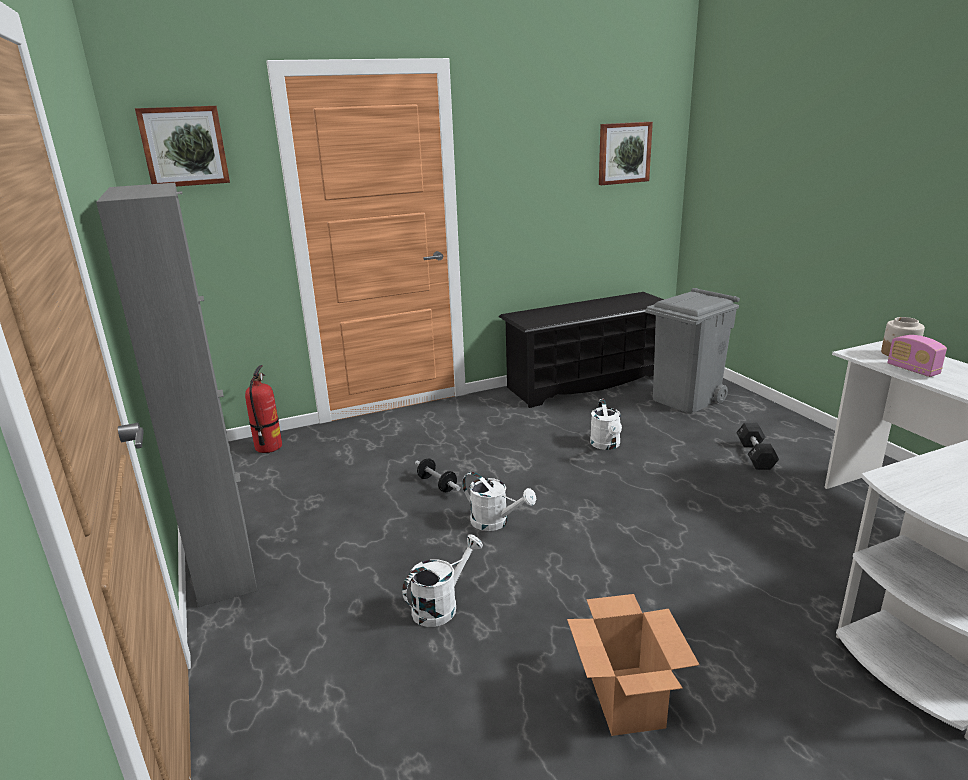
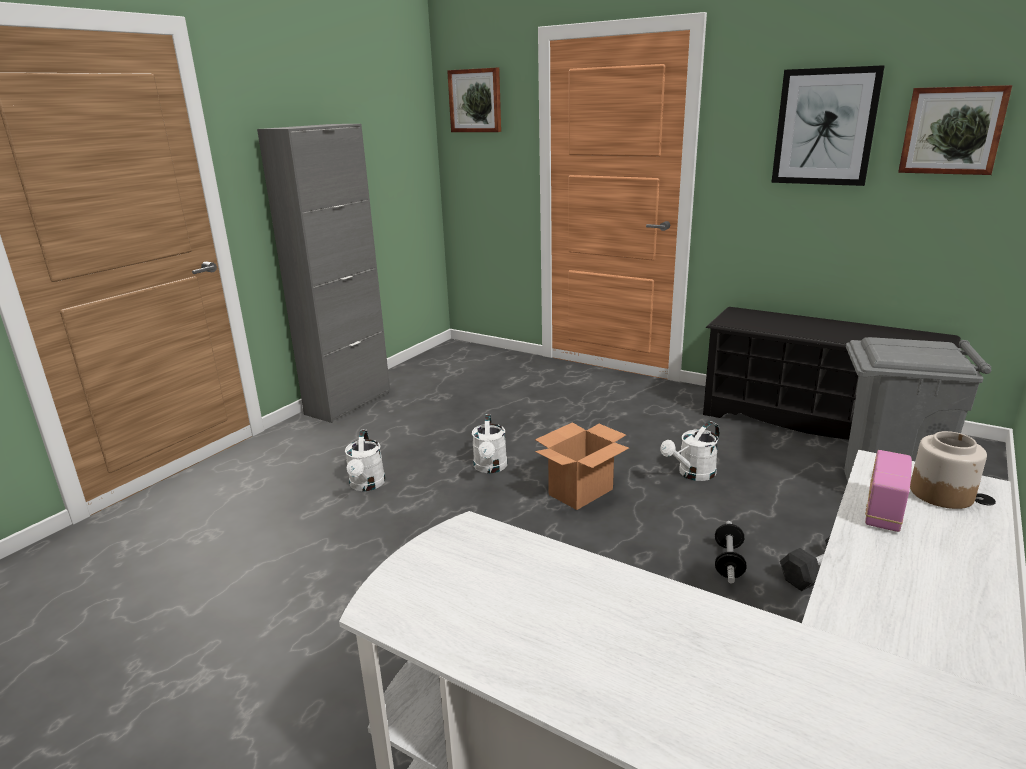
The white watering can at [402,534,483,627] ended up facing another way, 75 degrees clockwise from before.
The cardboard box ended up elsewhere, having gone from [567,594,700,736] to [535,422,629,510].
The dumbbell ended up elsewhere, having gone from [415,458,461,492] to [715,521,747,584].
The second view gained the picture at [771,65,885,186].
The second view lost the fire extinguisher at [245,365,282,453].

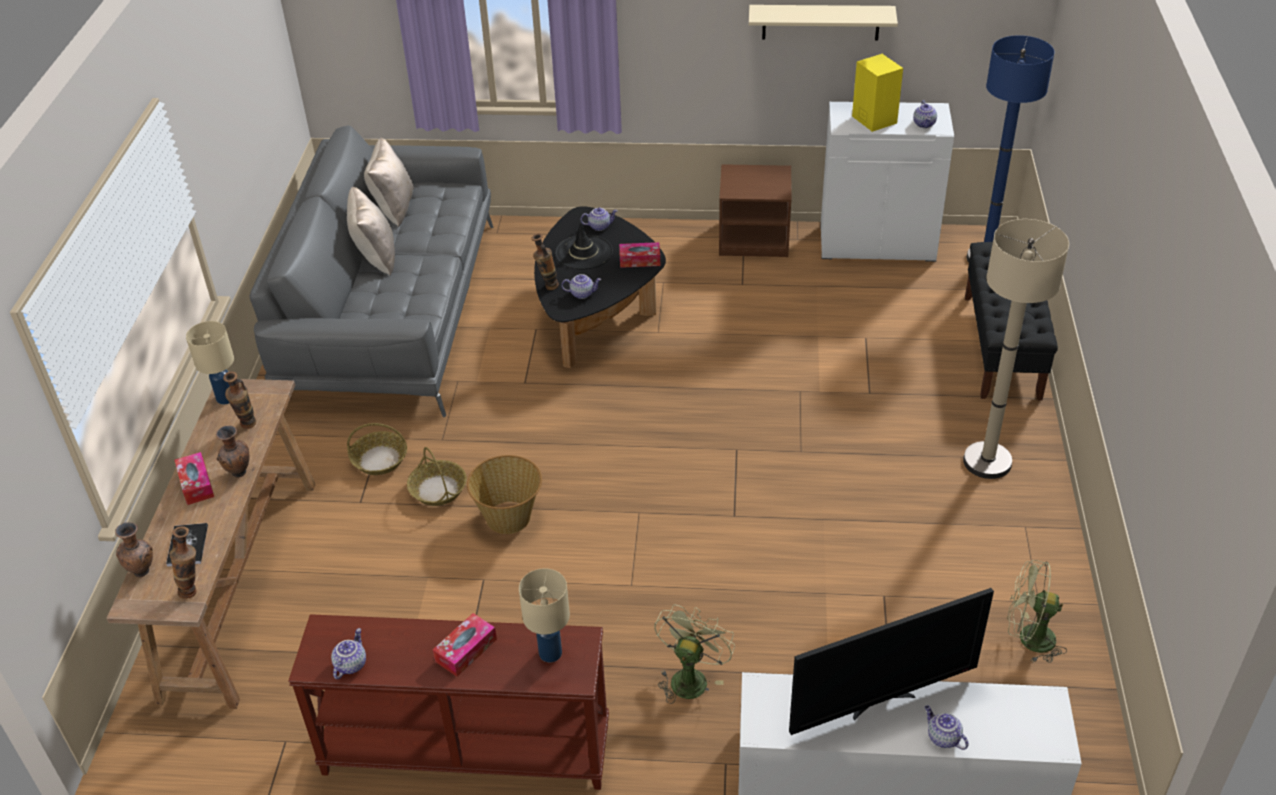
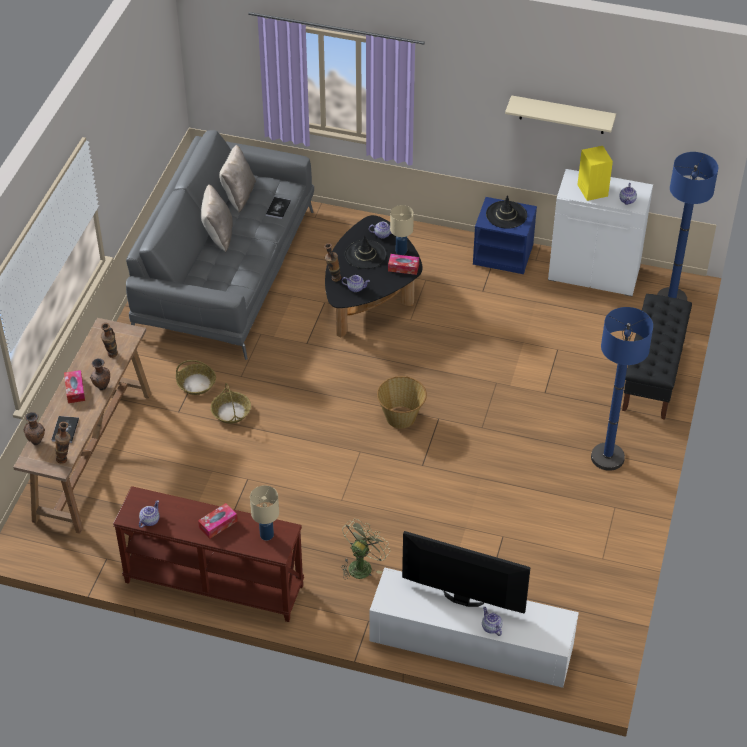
The second view gained the book at [266,197,291,219].
The basket ended up elsewhere, having gone from [467,455,542,534] to [377,376,427,429].
The beige table lamp ended up elsewhere, having gone from [186,321,234,404] to [390,205,414,255].
The television at [789,588,994,735] ended up facing another way, 150 degrees counterclockwise from before.
What was the brown nightstand at [719,164,792,257] turned into the blue nightstand at [473,197,537,274].
The second view gained the black hat at [486,195,527,229].
What was the beige floor lamp at [963,219,1069,479] turned into the blue floor lamp at [591,307,653,471].
The second view lost the green fan at [1007,560,1067,663].

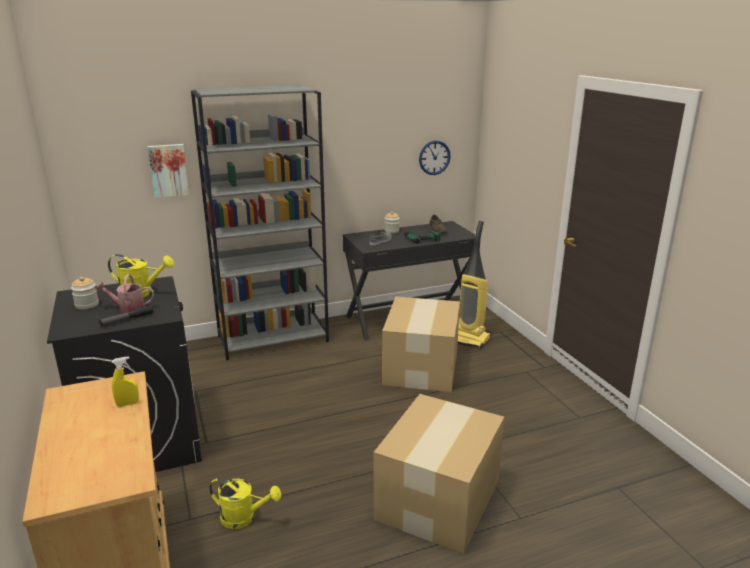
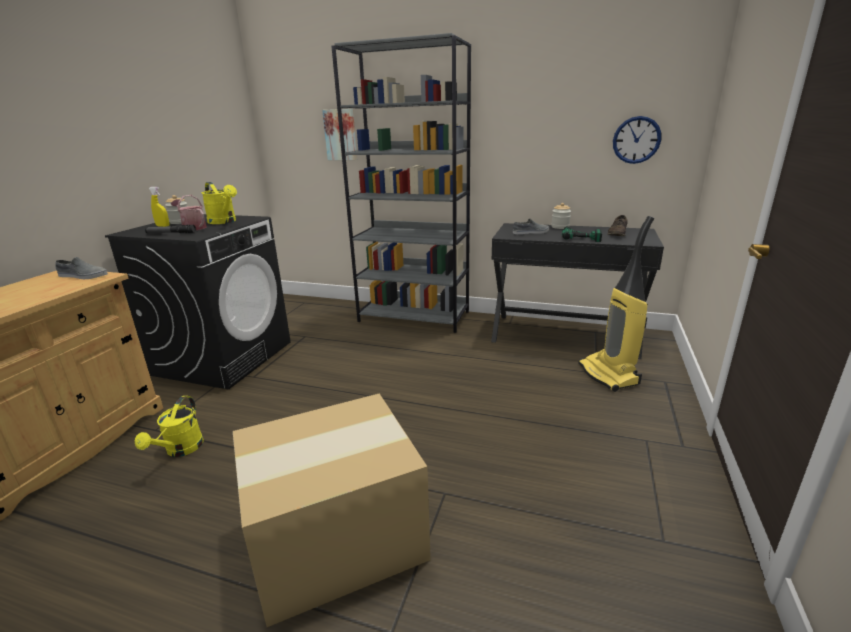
The second view gained the grey shoe at [55,257,108,279].
The yellow watering can at [209,478,281,529] ended up facing another way, 45 degrees clockwise from before.
The yellow spray bottle ended up elsewhere, having gone from [112,357,139,407] to [149,187,169,227].
The second view lost the cardboard box at [382,297,460,392].

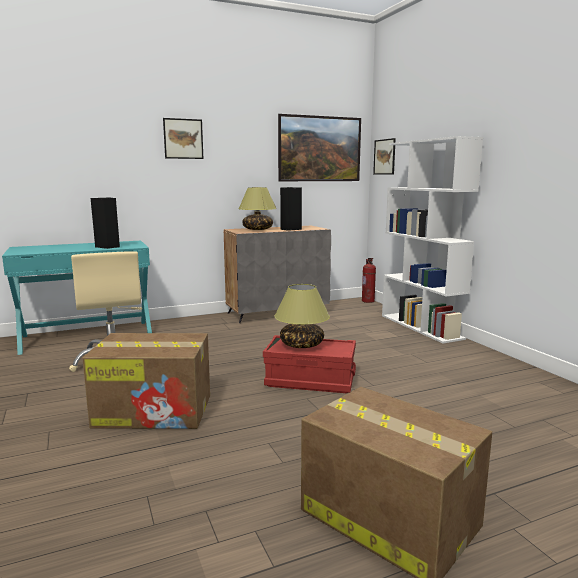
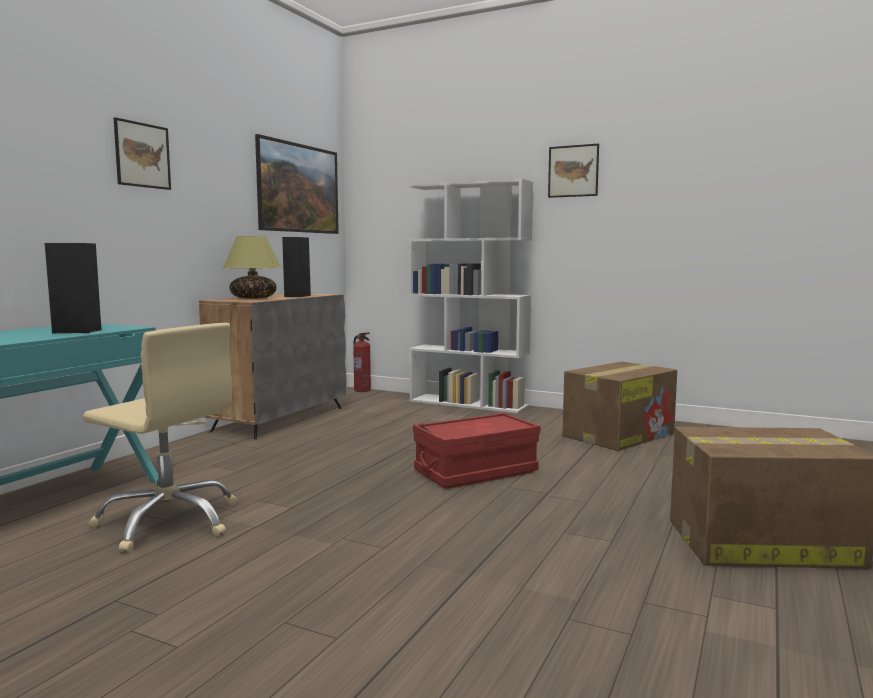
The picture ended up elsewhere, having gone from [373,138,396,175] to [548,143,599,198].
The cardboard box ended up elsewhere, having gone from [82,333,210,429] to [562,362,677,451].
The second view lost the table lamp at [274,284,330,348].

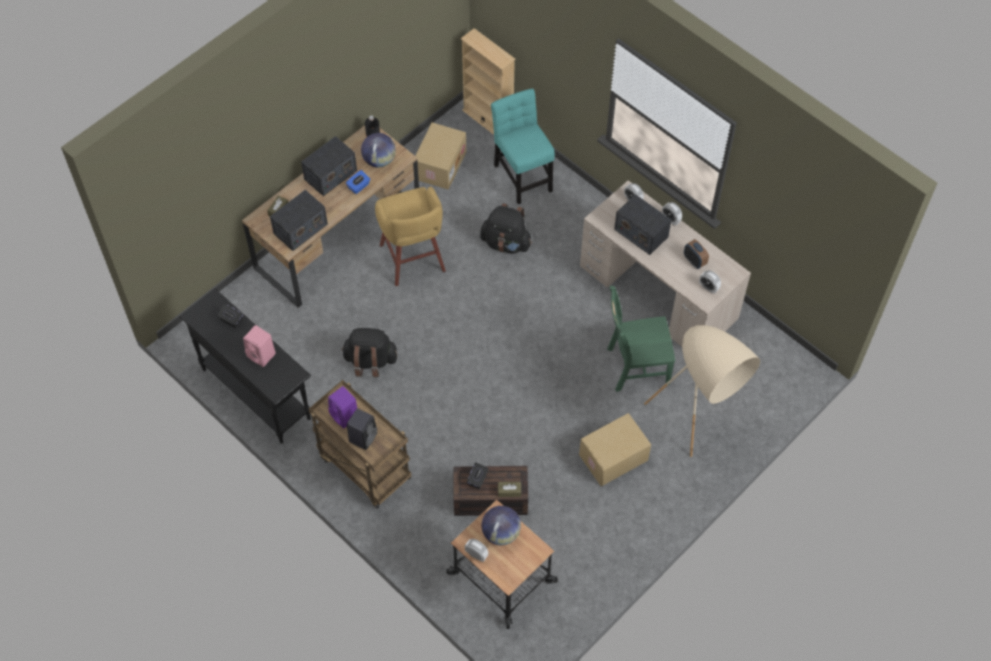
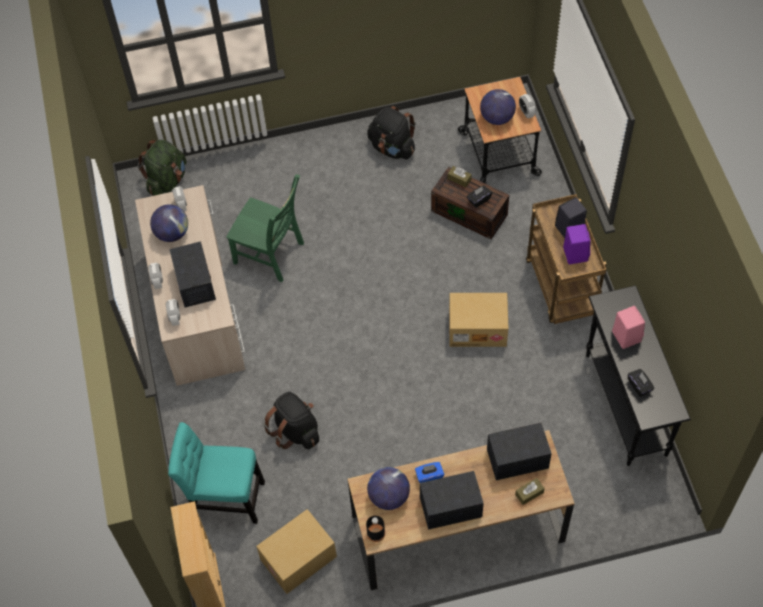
The second view gained the green backpack at [138,140,186,196].
Where the alarm clock stood at [684,239,709,269], the globe came to stand at [150,204,188,242].
The turquoise chair at [491,88,555,204] ended up facing another way, 90 degrees clockwise from before.
The black backpack ended up elsewhere, having gone from [341,328,397,377] to [368,106,416,159].
The cardboard box ended up elsewhere, having gone from [579,413,651,486] to [449,293,509,347].
The second view lost the yellow stool at [375,186,446,286].
The second view lost the beige floor lamp at [644,325,760,457].

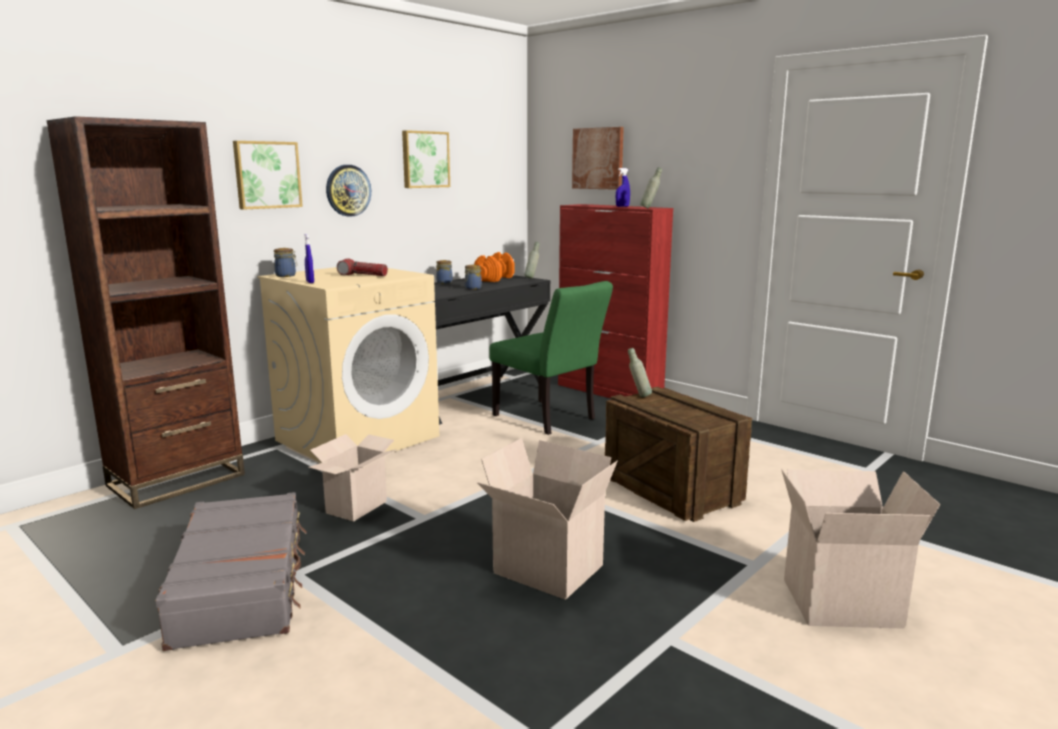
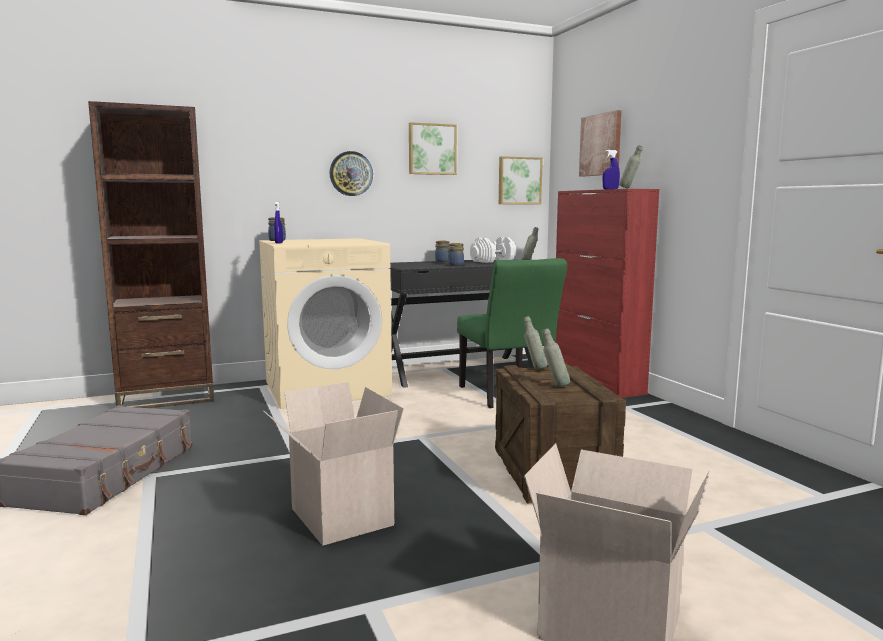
What was the orange dumbbell at [474,252,515,282] turned into the white dumbbell at [470,237,516,263].
The picture ended up elsewhere, having gone from [233,141,303,210] to [499,156,543,204].
The second view gained the grey bottle at [542,328,570,387].
The second view lost the cardboard box at [308,434,397,522].
The second view lost the flashlight at [337,258,388,276].

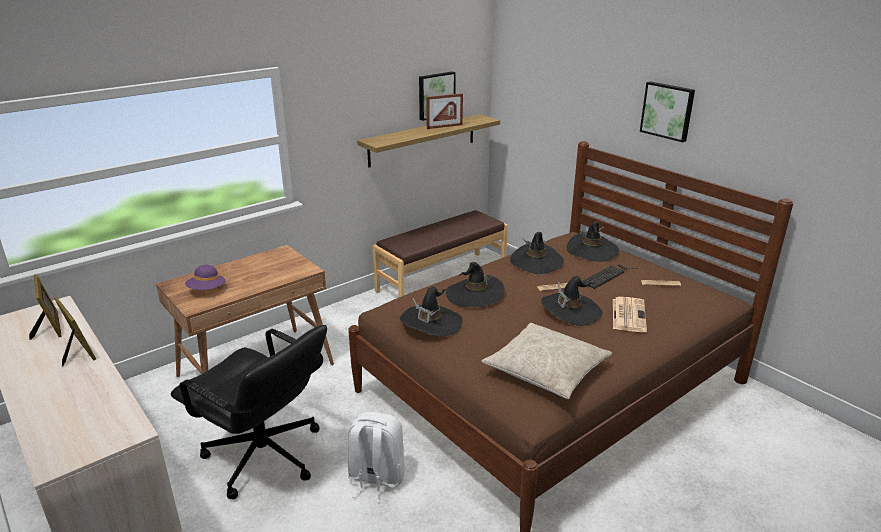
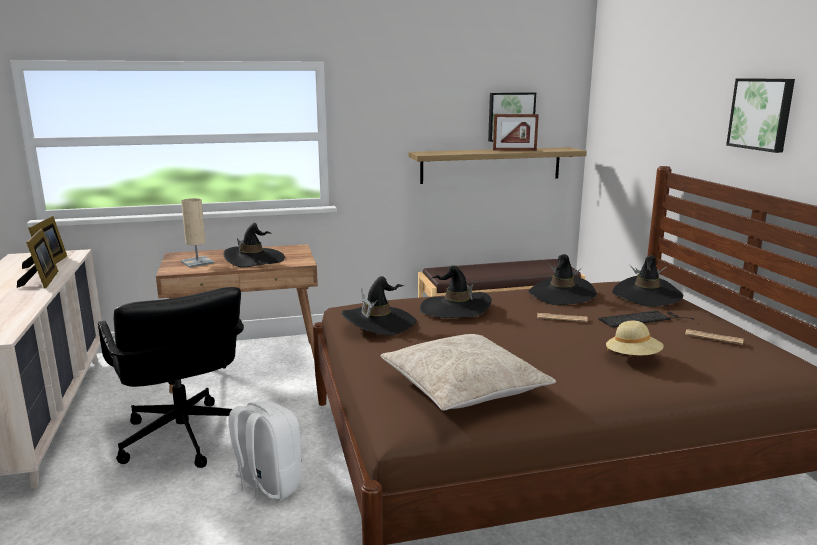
Where the purple hat stood at [185,265,226,290], the beige table lamp came to stand at [181,198,214,268].
The black hat ended up elsewhere, having gone from [541,276,602,326] to [223,223,285,268].
Where the newspaper stood at [613,297,647,332], the beige hat came to stand at [606,321,664,355].

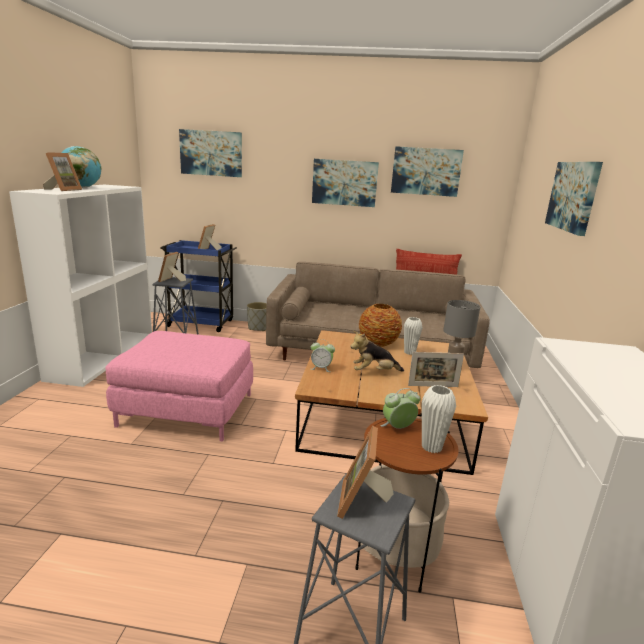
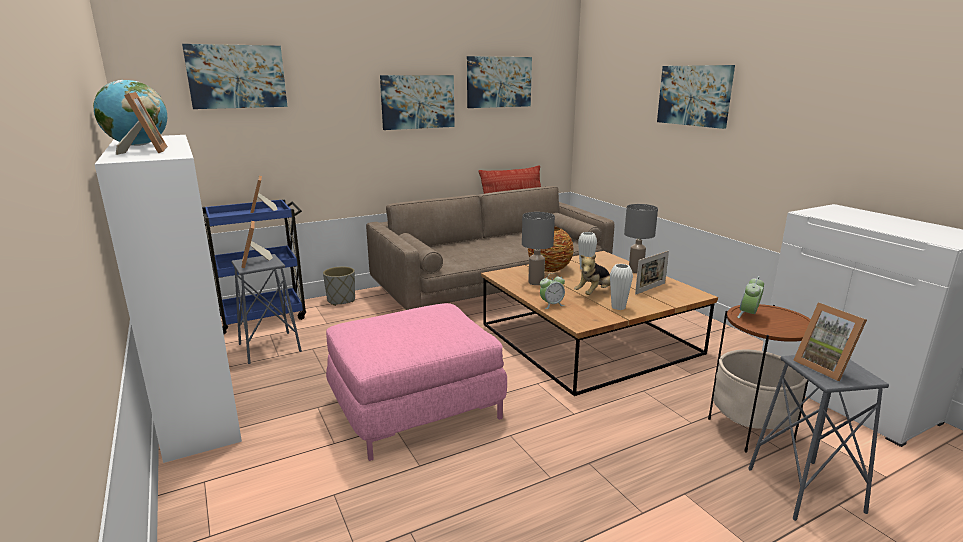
The second view gained the grey table lamp at [522,212,555,285].
The white vase ended up elsewhere, having gone from [422,385,456,453] to [610,264,633,310].

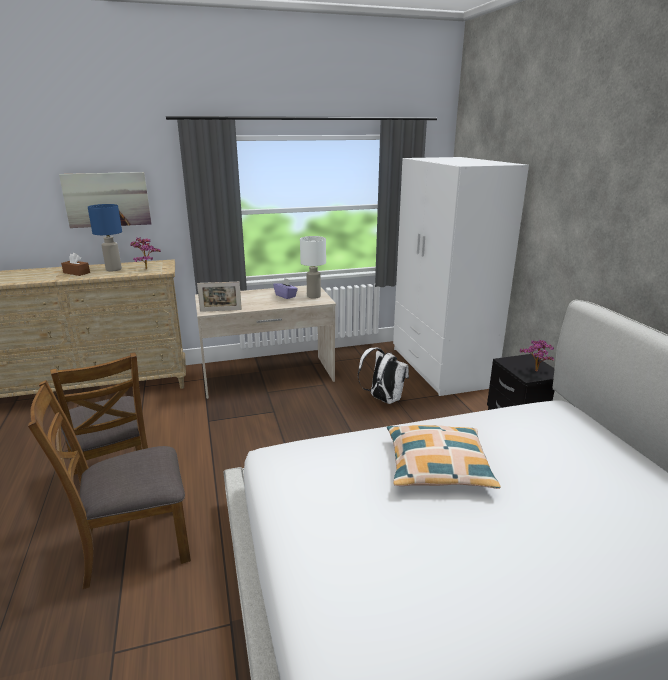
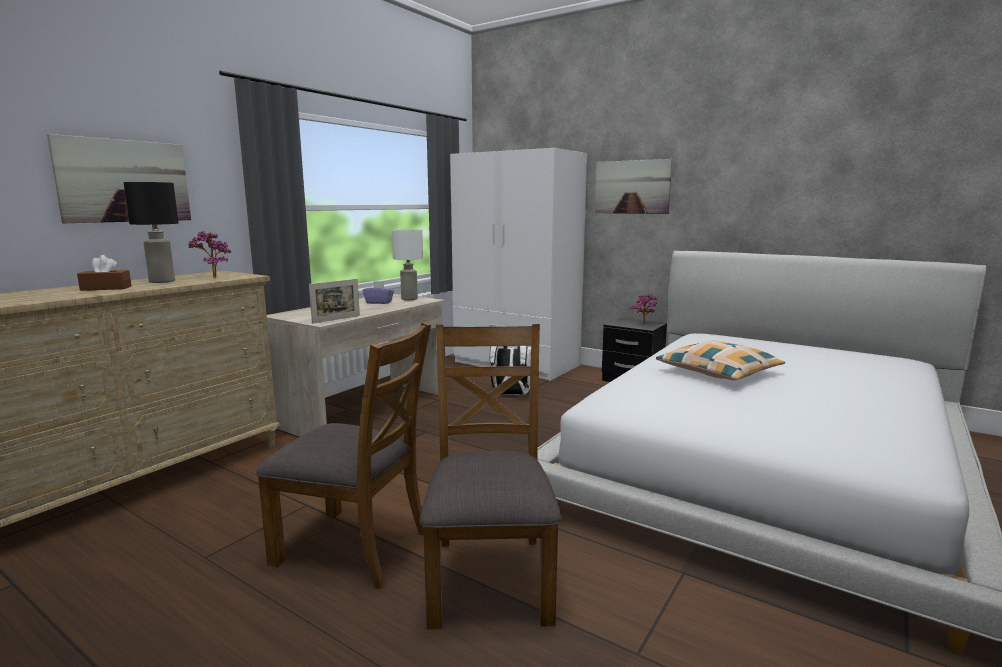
What was the blue table lamp at [88,204,122,271] turned into the black table lamp at [124,182,178,283].
The brown chair at [28,380,191,589] ended up facing another way, 150 degrees clockwise from before.
The second view gained the picture at [595,159,672,214].

